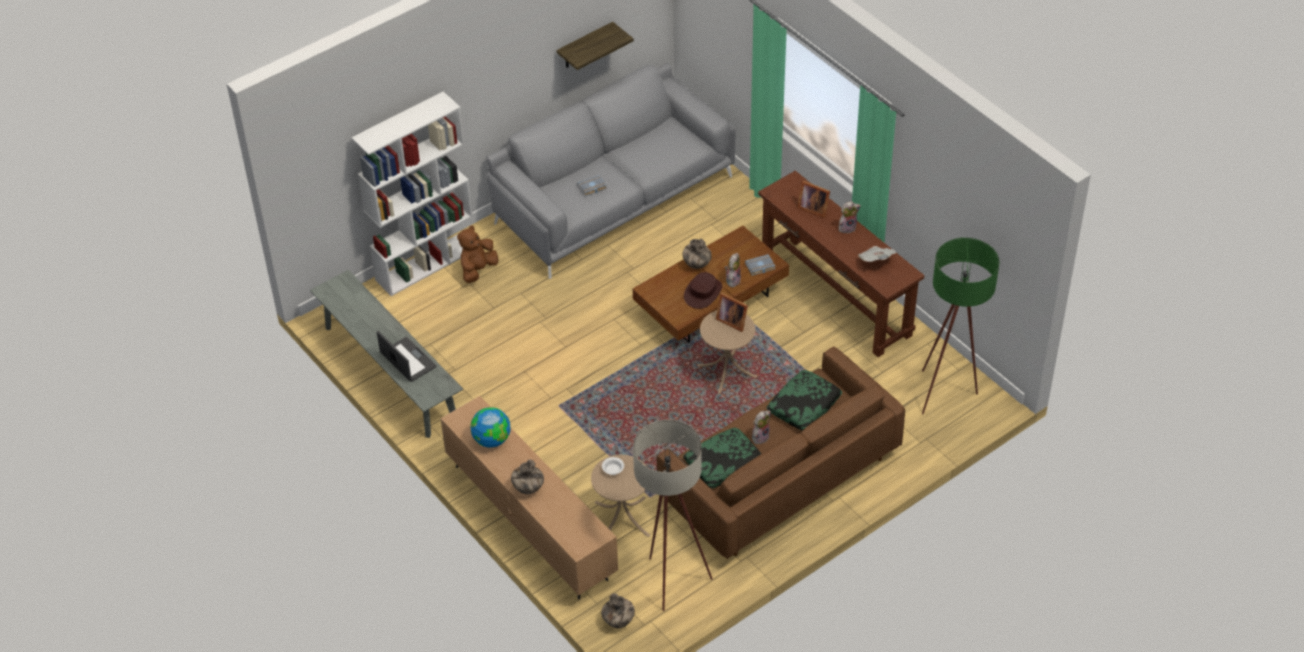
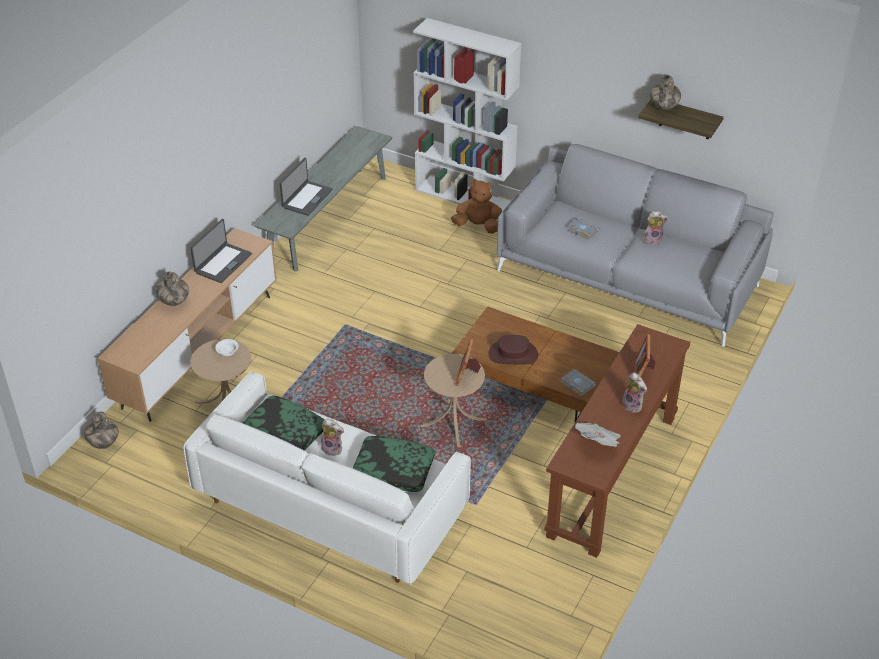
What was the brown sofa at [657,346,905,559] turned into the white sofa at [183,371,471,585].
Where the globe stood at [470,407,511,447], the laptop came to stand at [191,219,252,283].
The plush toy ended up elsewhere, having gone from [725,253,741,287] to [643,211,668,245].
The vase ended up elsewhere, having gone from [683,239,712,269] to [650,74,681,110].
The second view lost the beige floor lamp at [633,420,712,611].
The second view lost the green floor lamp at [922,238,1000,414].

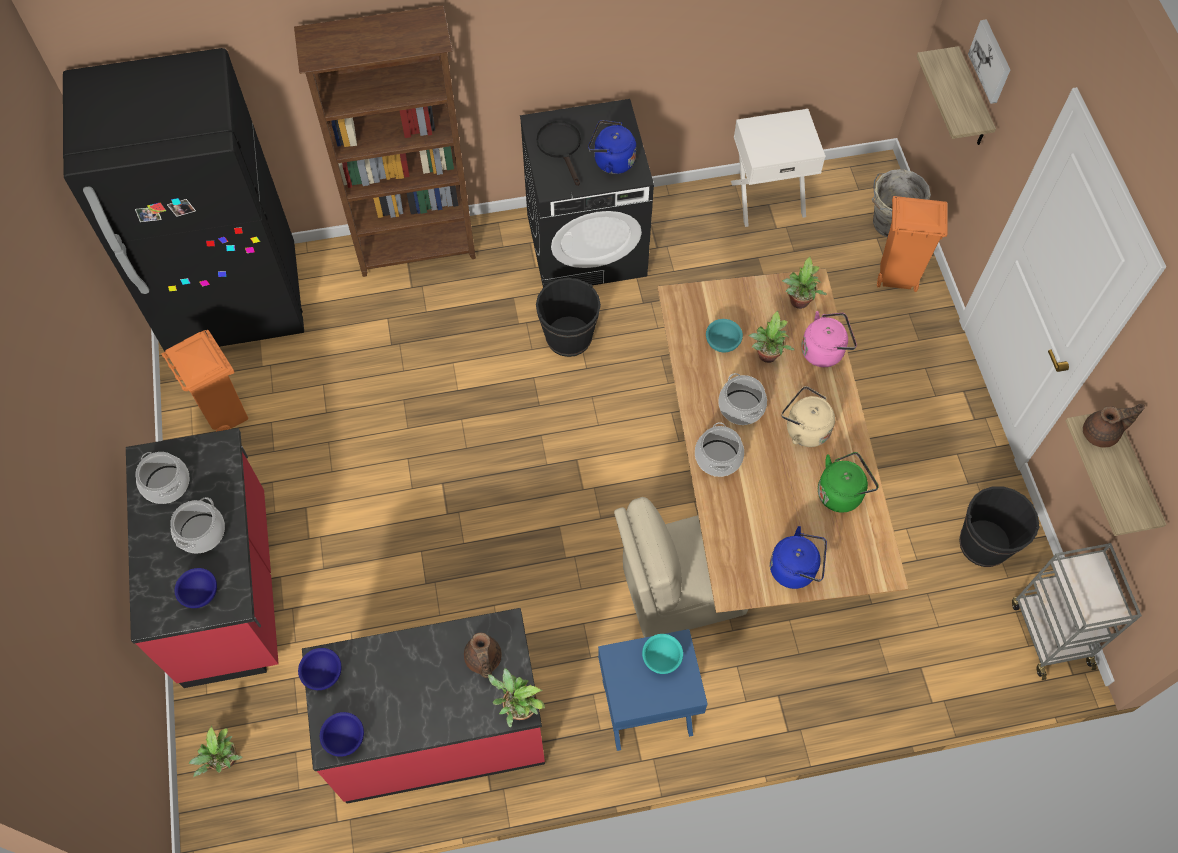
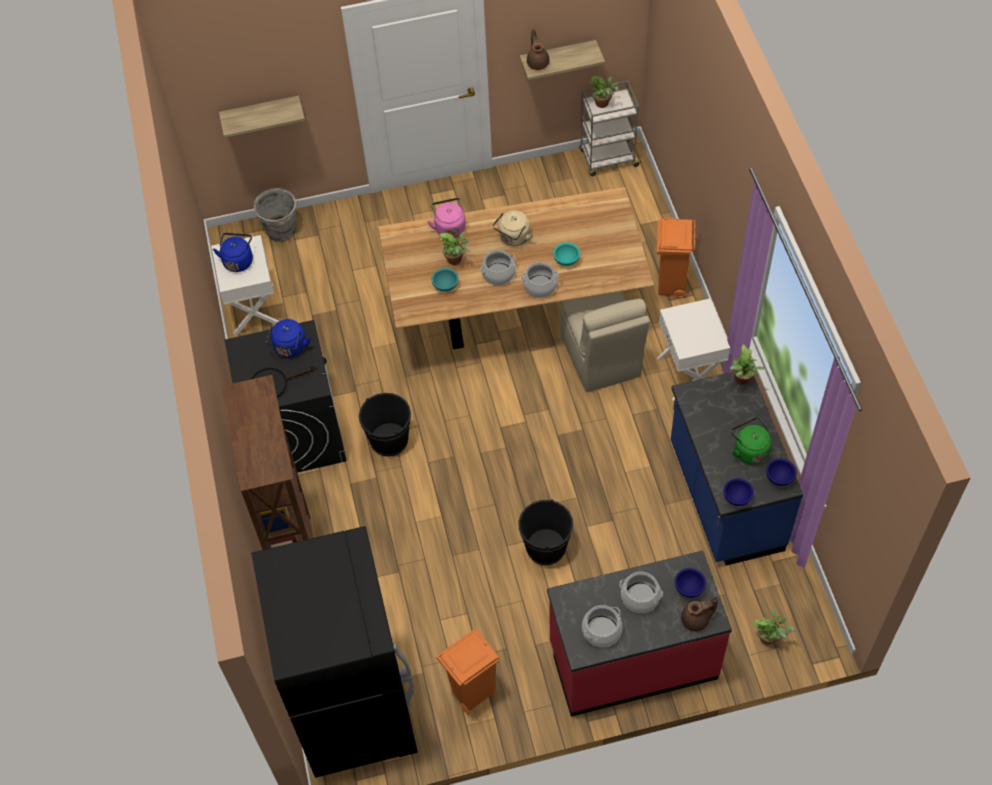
The blue kettle ended up elsewhere, having gone from [770,526,827,589] to [213,233,253,272].
The black bucket ended up elsewhere, having gone from [959,486,1040,567] to [518,499,573,565].
The turquoise bowl ended up elsewhere, having gone from [642,634,683,674] to [553,242,580,266].
The potted plant ended up elsewhere, having gone from [782,257,827,309] to [590,76,618,108].
The orange trash can ended up elsewhere, having gone from [877,196,947,292] to [657,218,696,298].
What was the blue nightstand at [598,629,708,751] turned into the white nightstand at [657,298,730,401].
What was the red counter at [302,608,545,804] turned into the blue counter at [671,372,803,566].
The brown teapot ended up elsewhere, having gone from [464,632,502,678] to [681,597,718,631].
The green kettle ended up elsewhere, having gone from [818,452,879,513] to [731,417,772,465].
The second view lost the picture at [968,19,1010,104].

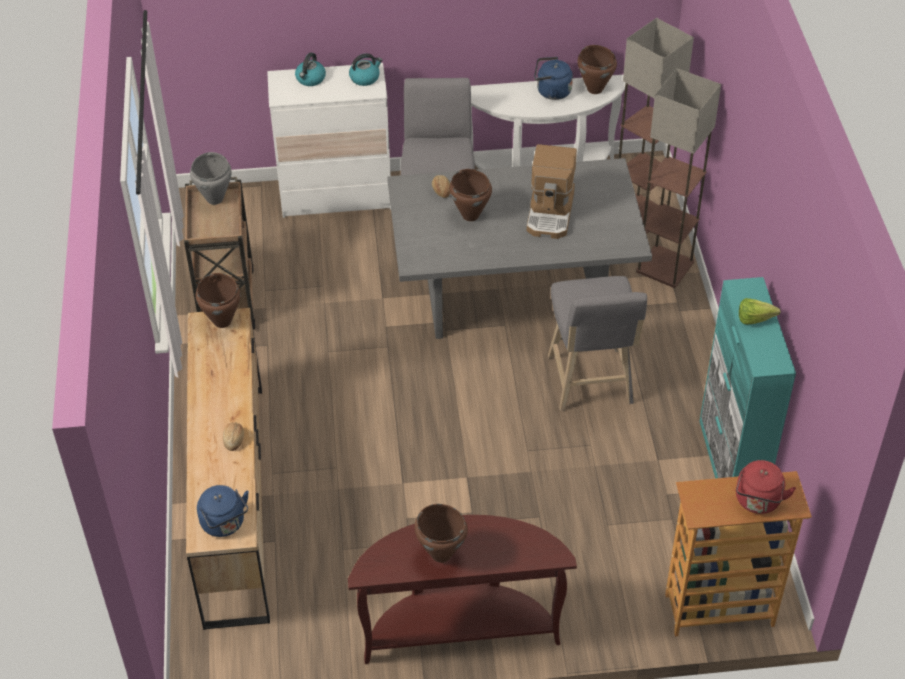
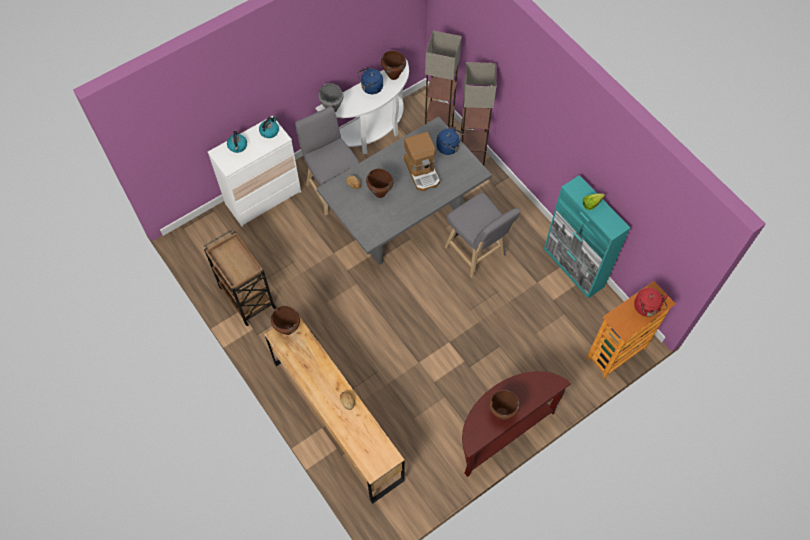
The grey cooking pot ended up elsewhere, having gone from [190,152,232,205] to [318,83,343,112].
The blue kettle ended up elsewhere, having gone from [197,485,249,537] to [436,127,464,155].

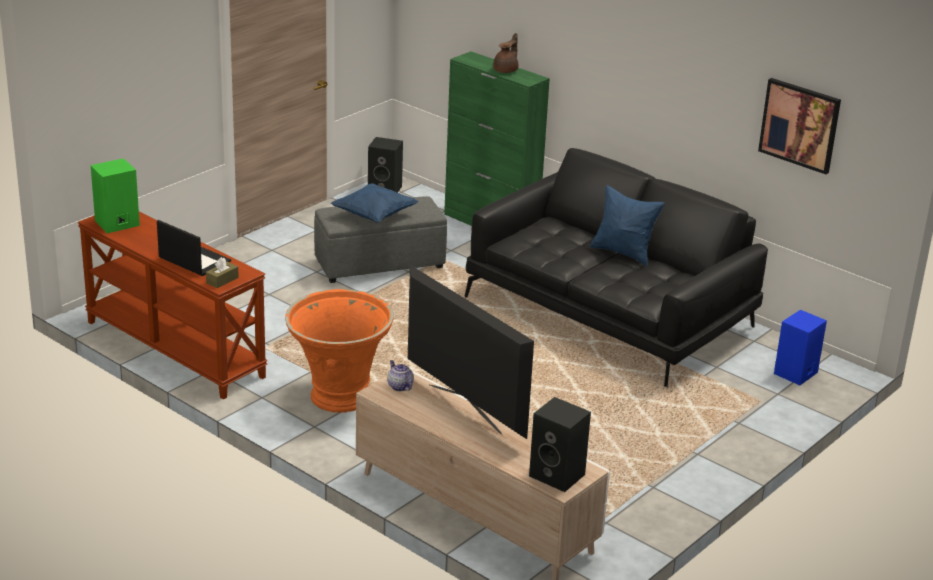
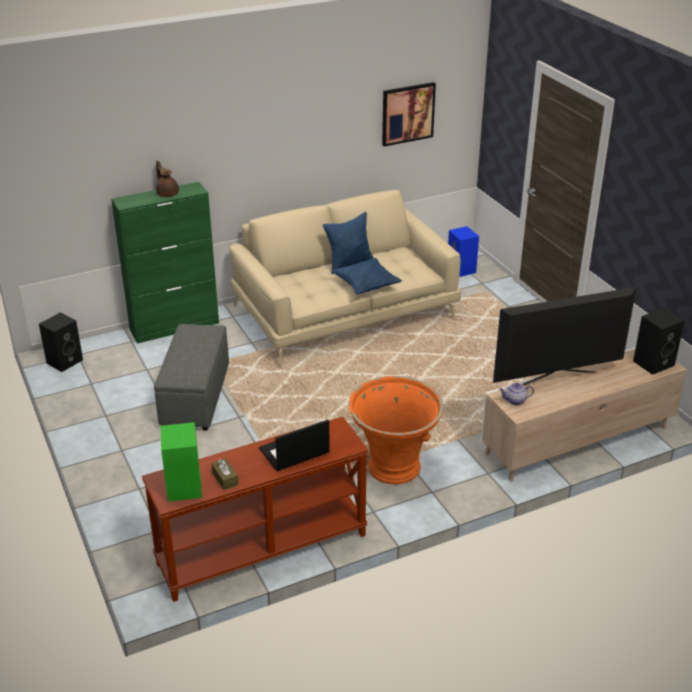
The brown tissue box ended up elsewhere, having gone from [206,257,239,288] to [212,458,239,490].
What was the black sofa at [465,148,768,387] turned into the beige sofa at [230,190,461,368].
The blue pillow ended up elsewhere, having gone from [330,183,419,223] to [332,258,402,295].

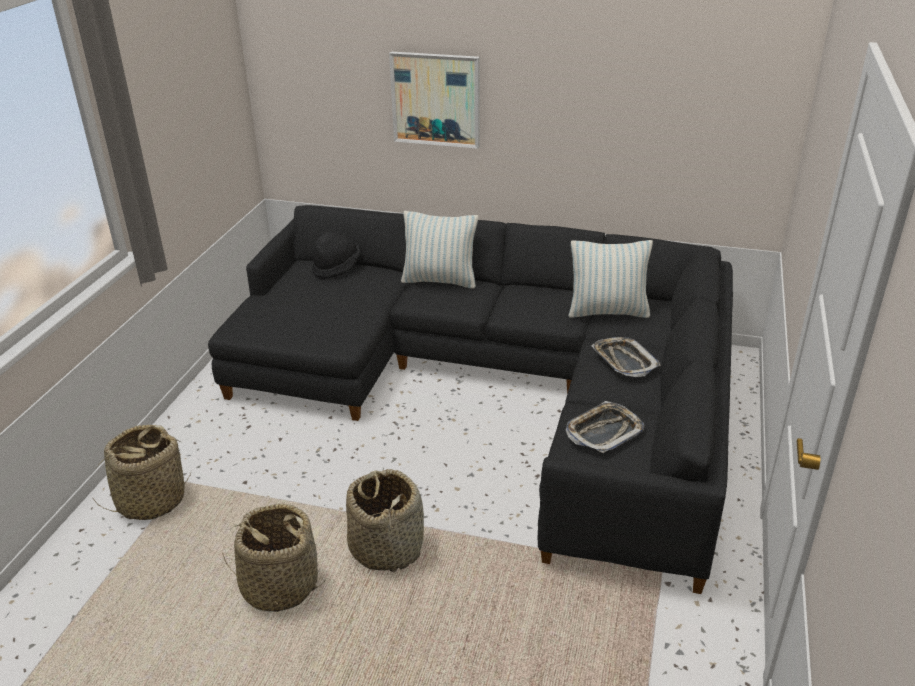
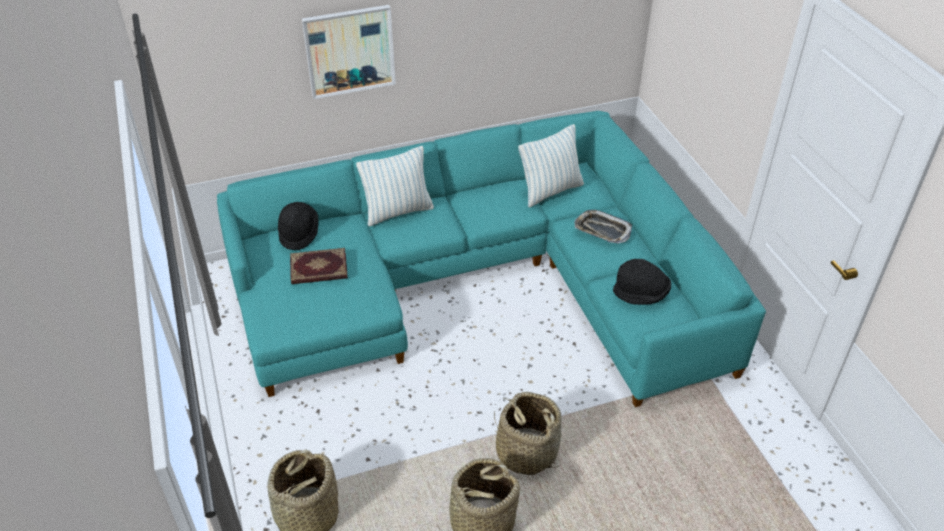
What was the black sofa at [208,205,733,594] turned into the turquoise sofa at [217,111,766,407].
The second view gained the book at [290,248,348,284].
Where the tray stood at [566,401,644,453], the black hat came to stand at [613,259,671,305].

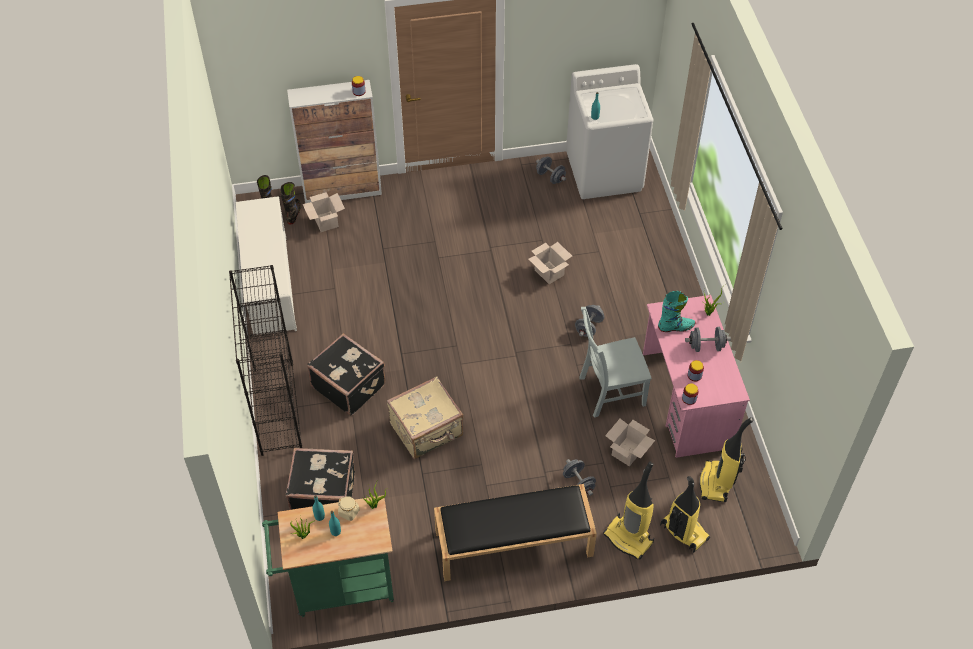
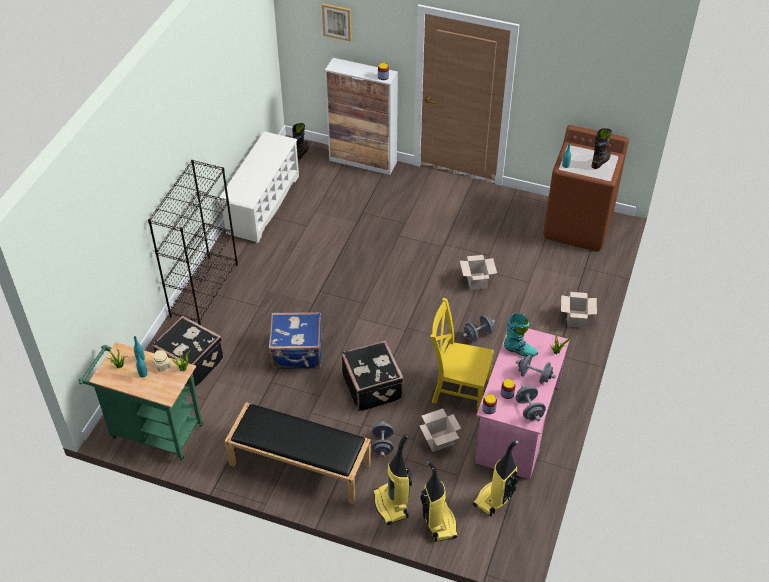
What was the beige suitcase at [387,376,463,459] turned into the blue suitcase at [269,312,322,369].
The second view gained the picture at [322,3,351,41].
The black suitcase ended up elsewhere, having gone from [307,333,386,416] to [341,340,404,412].
What was the grey chair at [580,307,652,418] turned into the yellow chair at [430,298,494,412].
The grey dumbbell ended up elsewhere, having gone from [536,156,566,184] to [515,385,546,421].
What was the white washing machine at [566,64,653,199] turned into the brown washing machine at [543,125,629,252].
The cardboard box ended up elsewhere, having gone from [303,192,345,232] to [561,292,597,328].
The black boot ended up elsewhere, having gone from [280,182,301,225] to [592,128,612,169].

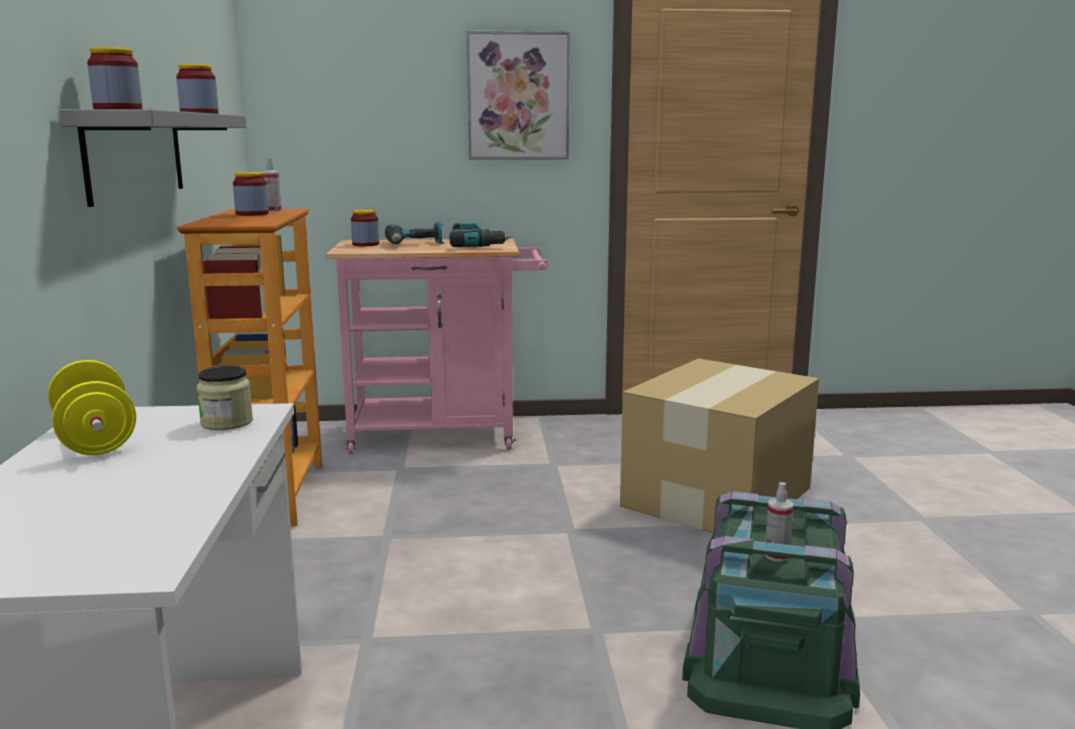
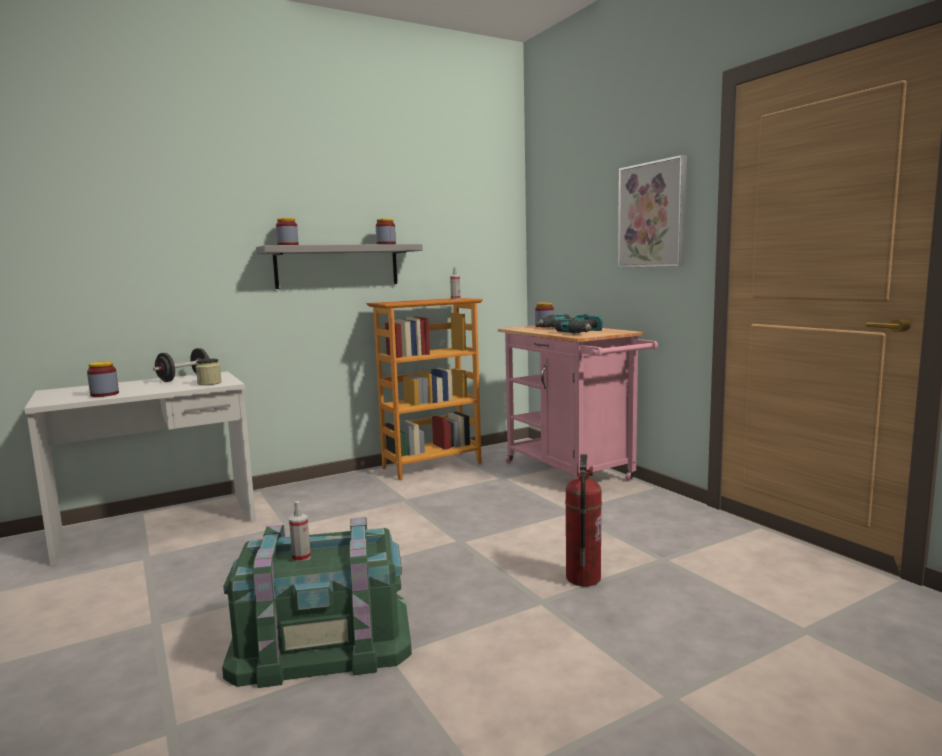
The jar ended up elsewhere, having gone from [233,172,269,216] to [87,361,119,397].
What was the yellow dumbbell at [48,360,136,455] turned into the black dumbbell at [153,348,209,382].
Where the cardboard box stood at [620,359,819,533], the fire extinguisher came to stand at [565,454,602,586].

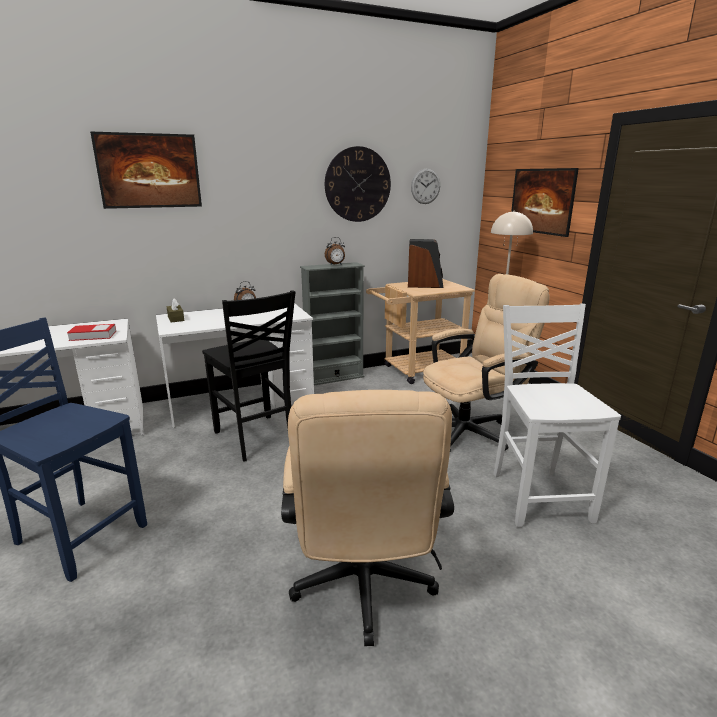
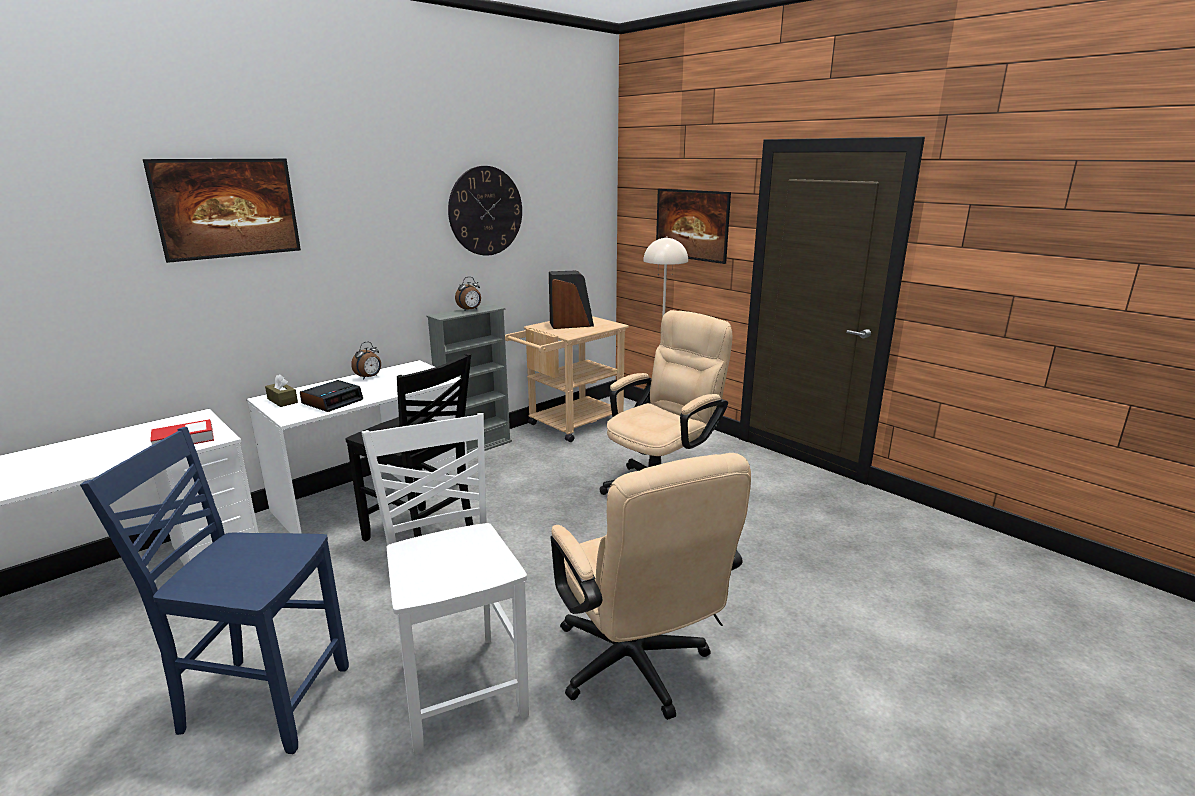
The second view gained the alarm clock at [300,380,363,412].
The white chair ended up elsewhere, having gone from [493,304,621,528] to [361,413,529,755].
The second view lost the wall clock at [411,168,440,204].

